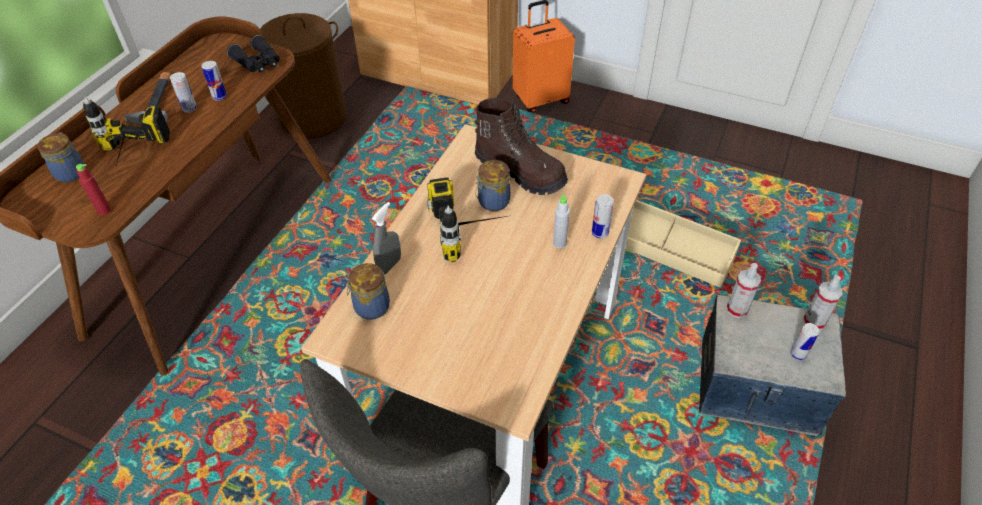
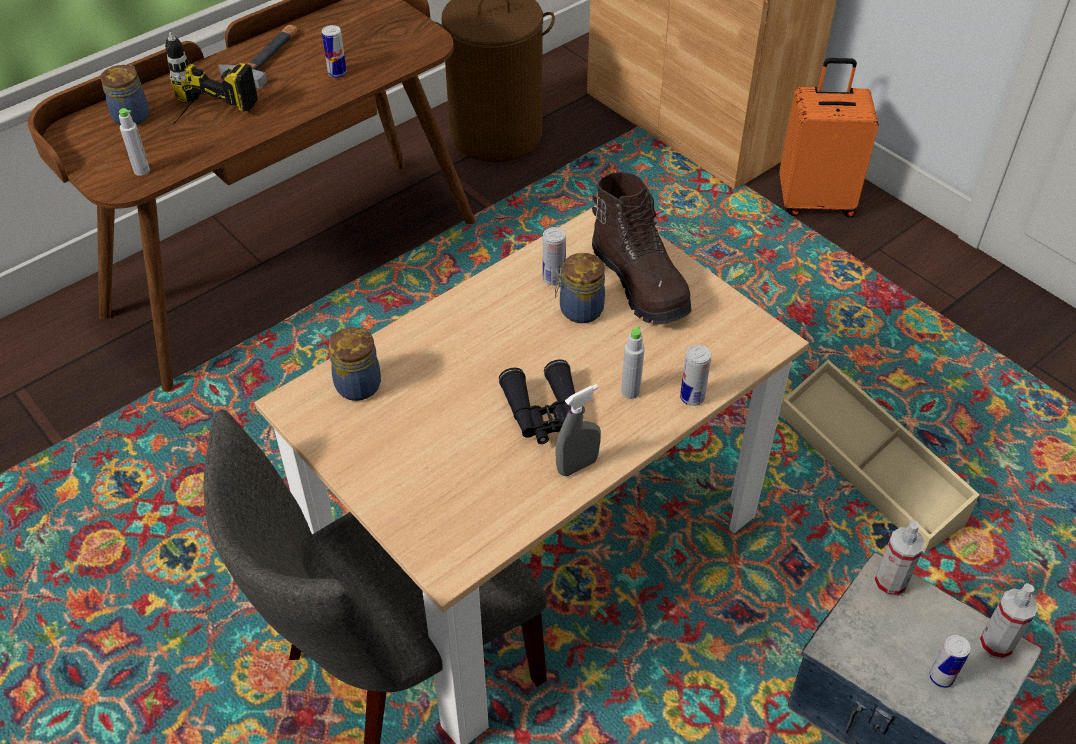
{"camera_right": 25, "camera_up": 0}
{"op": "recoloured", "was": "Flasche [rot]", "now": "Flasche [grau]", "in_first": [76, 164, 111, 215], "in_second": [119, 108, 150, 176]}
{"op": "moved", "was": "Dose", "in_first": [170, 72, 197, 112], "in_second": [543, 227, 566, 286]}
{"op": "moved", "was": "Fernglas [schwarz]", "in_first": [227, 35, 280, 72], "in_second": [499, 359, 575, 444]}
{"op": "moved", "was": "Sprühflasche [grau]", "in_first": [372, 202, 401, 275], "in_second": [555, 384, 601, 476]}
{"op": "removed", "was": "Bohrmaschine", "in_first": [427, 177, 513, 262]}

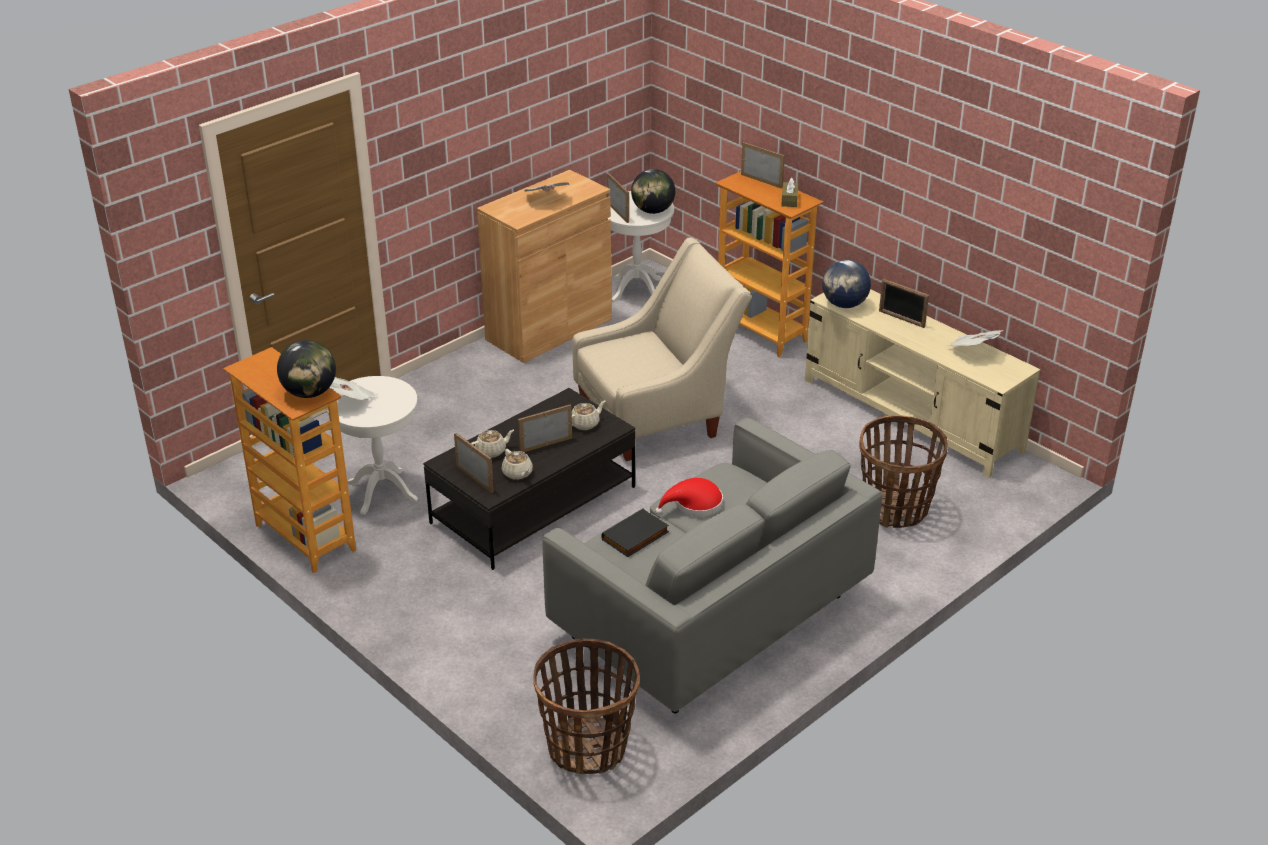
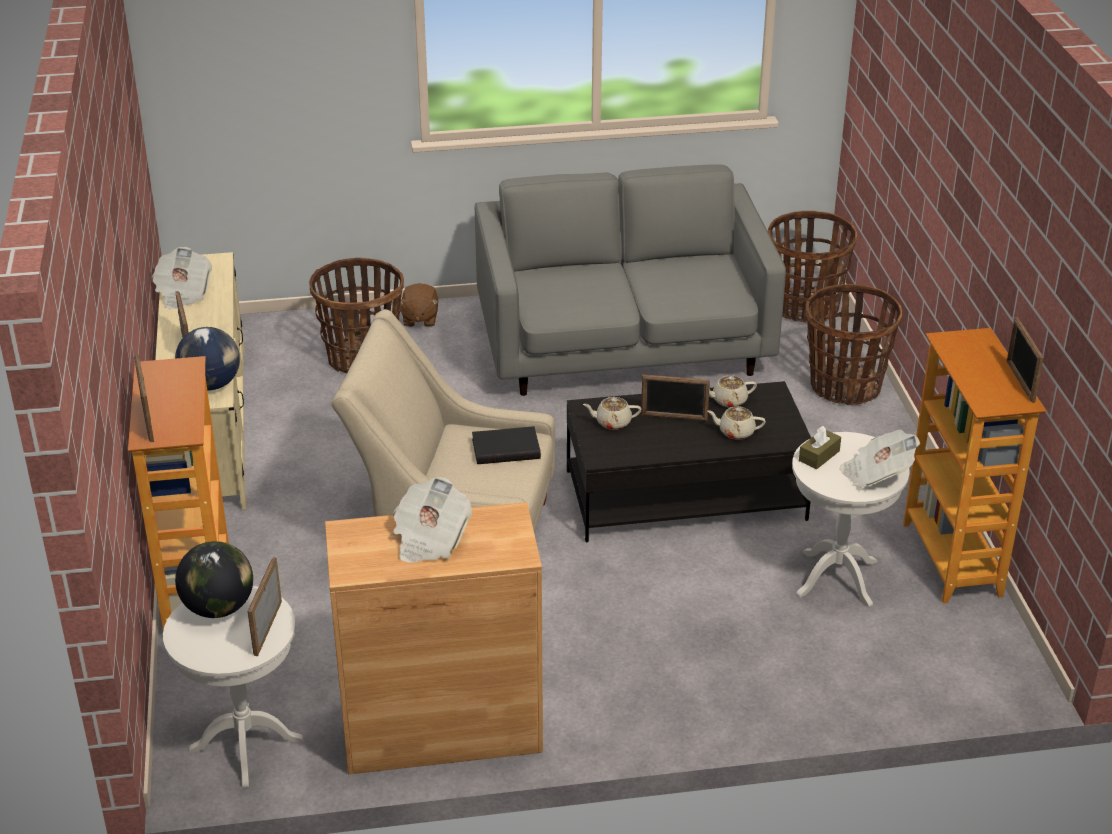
{"camera_right": -145, "camera_up": 0}
{"op": "removed", "was": "Globus", "in_first": [277, 340, 336, 398]}
{"op": "moved", "was": "Bilderrahmen", "in_first": [454, 433, 494, 493], "in_second": [1007, 317, 1044, 403]}
{"op": "turned", "was": "Teekanne [beige]", "in_first": [501, 449, 533, 480], "in_second": [709, 375, 757, 408], "clockwise": -105}
{"op": "moved", "was": "Buch [schwarz]", "in_first": [601, 509, 669, 557], "in_second": [472, 426, 541, 464]}
{"op": "removed", "was": "Hut [rot]", "in_first": [655, 478, 723, 517]}
{"op": "moved", "was": "Taschentuchbox [braun]", "in_first": [781, 177, 798, 207], "in_second": [799, 426, 841, 469]}
{"op": "added", "now": "Plüschtier [braun]", "in_second": [401, 283, 438, 327]}
{"op": "added", "now": "Korb", "in_second": [806, 284, 902, 405]}

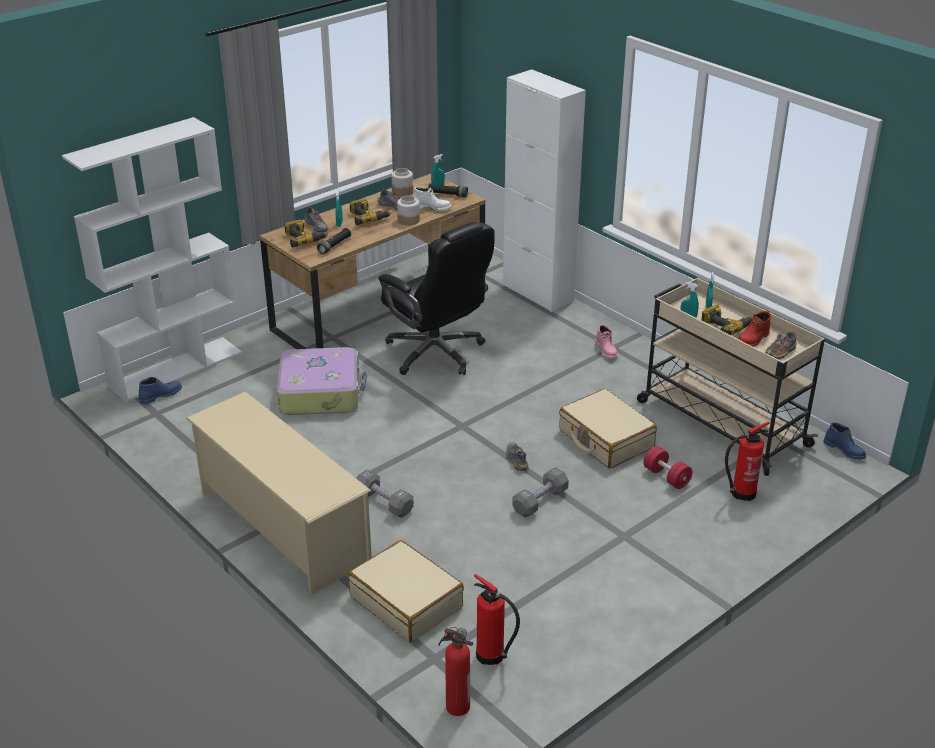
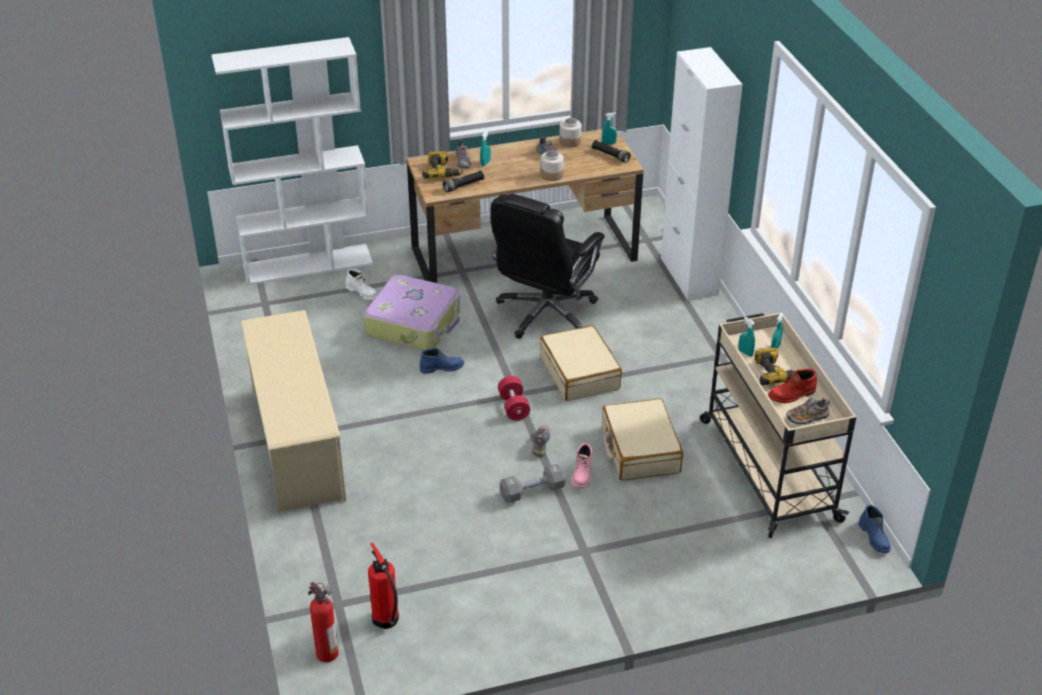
{"camera_right": 25, "camera_up": 5}
{"op": "moved", "was": "Stiefel [blau]", "in_first": [139, 377, 182, 404], "in_second": [420, 348, 464, 374]}
{"op": "moved", "was": "Koffer [beige]", "in_first": [348, 540, 464, 642], "in_second": [540, 325, 622, 401]}
{"op": "removed", "was": "Bohrmaschine", "in_first": [349, 199, 391, 225]}
{"op": "removed", "was": "Hantel [grau]", "in_first": [357, 470, 414, 518]}
{"op": "turned", "was": "Bürostuhl [schwarz]", "in_first": [378, 222, 495, 375], "in_second": [490, 194, 605, 339], "clockwise": 45}
{"op": "moved", "was": "Stiefel [weiß]", "in_first": [412, 186, 452, 211], "in_second": [346, 269, 378, 300]}
{"op": "moved", "was": "Stiefel [rosa]", "in_first": [595, 324, 618, 359], "in_second": [571, 443, 592, 489]}
{"op": "moved", "was": "Hantel [rot]", "in_first": [643, 446, 693, 489], "in_second": [498, 376, 530, 421]}
{"op": "removed", "was": "Feuerlöscher", "in_first": [725, 421, 770, 501]}

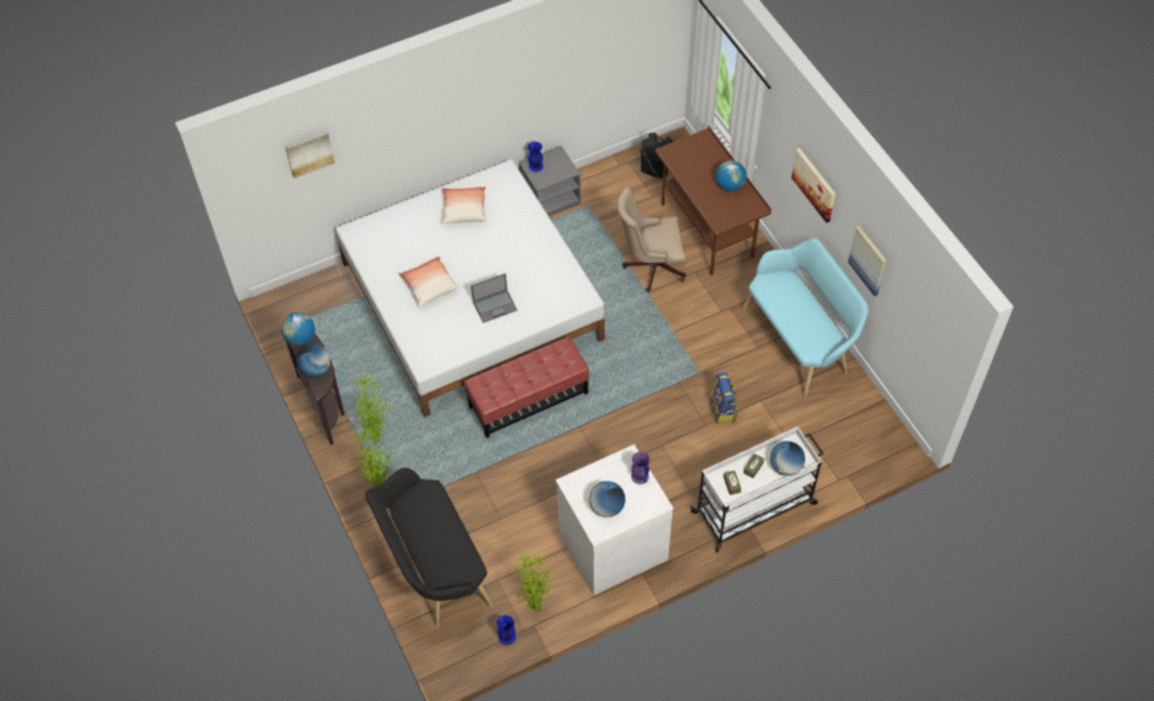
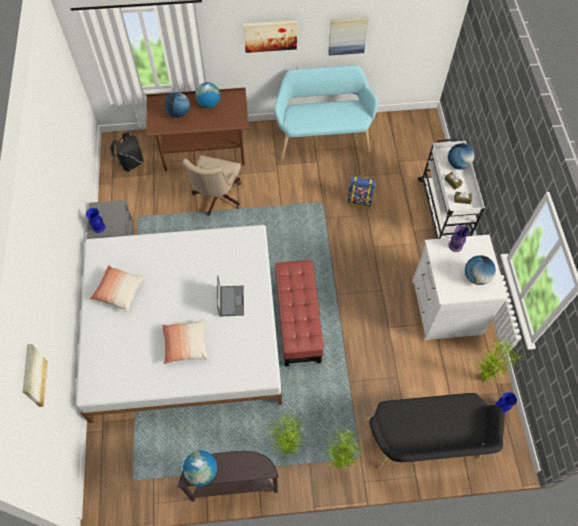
{"camera_right": -70, "camera_up": 5}
{"op": "moved", "was": "Globus", "in_first": [296, 344, 330, 378], "in_second": [164, 92, 190, 118]}

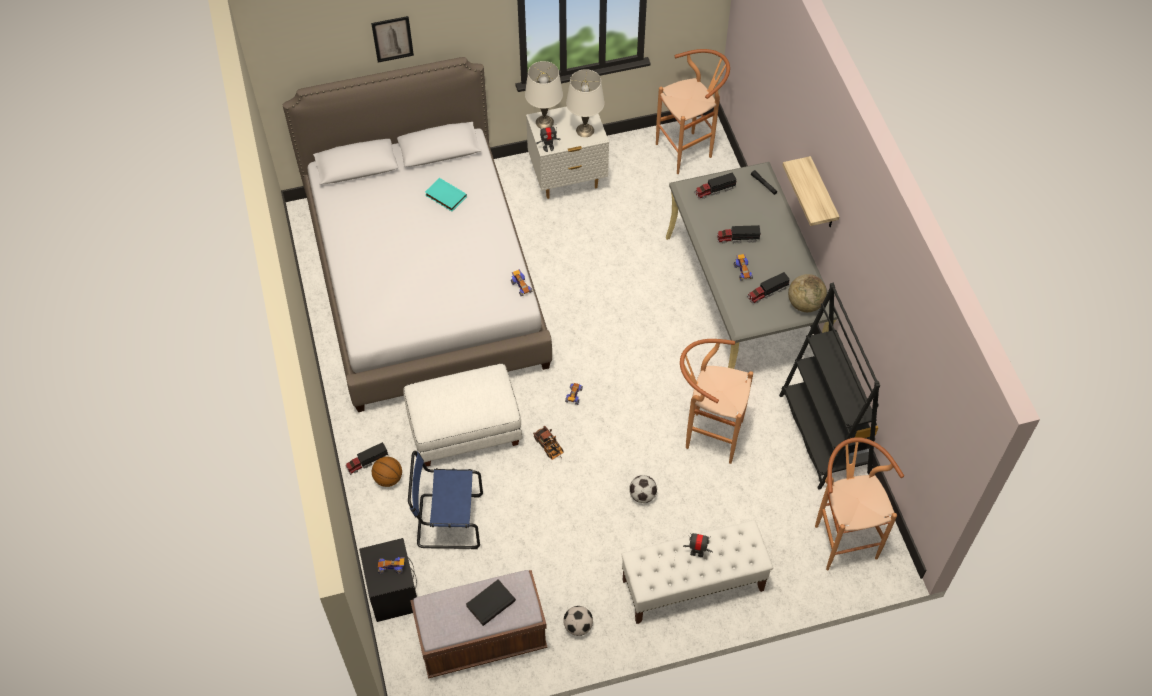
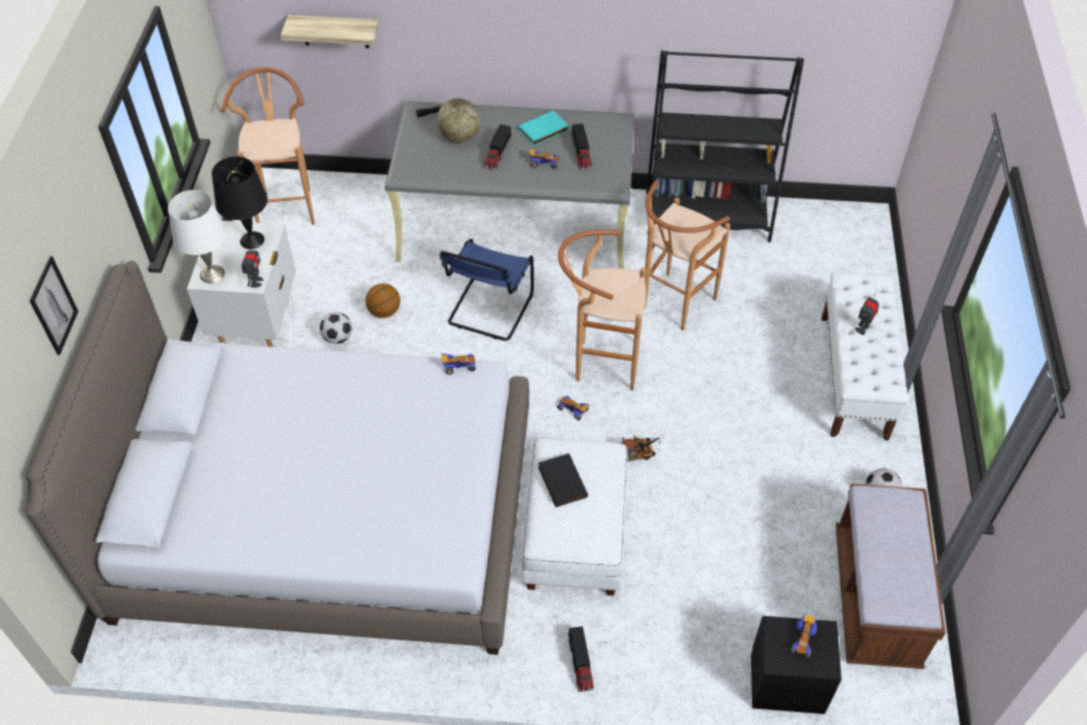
{"camera_right": -70, "camera_up": -5}
{"op": "moved", "was": "Basketball", "in_first": [372, 457, 402, 487], "in_second": [365, 284, 400, 318]}
{"op": "moved", "was": "Stuhl [blau]", "in_first": [408, 451, 483, 549], "in_second": [439, 239, 534, 341]}
{"op": "moved", "was": "Buch [türkis]", "in_first": [425, 178, 467, 211], "in_second": [518, 110, 569, 146]}
{"op": "moved", "was": "Buch [schwarz]", "in_first": [466, 579, 516, 626], "in_second": [538, 453, 588, 507]}
{"op": "recoloured", "was": "Tischlampe [weiß]", "now": "Tischlampe [schwarz]", "in_first": [566, 69, 605, 137], "in_second": [212, 156, 268, 249]}
{"op": "moved", "was": "Fußball", "in_first": [629, 475, 657, 503], "in_second": [320, 312, 352, 344]}
{"op": "removed", "was": "Spielzeuglaster", "in_first": [695, 172, 737, 199]}
{"op": "moved", "was": "Wandregal", "in_first": [782, 156, 840, 227], "in_second": [280, 15, 379, 48]}
{"op": "moved", "was": "Globus", "in_first": [788, 274, 827, 312], "in_second": [437, 98, 480, 143]}
{"op": "moved", "was": "Hocker [braun]", "in_first": [815, 437, 904, 571], "in_second": [558, 230, 646, 391]}

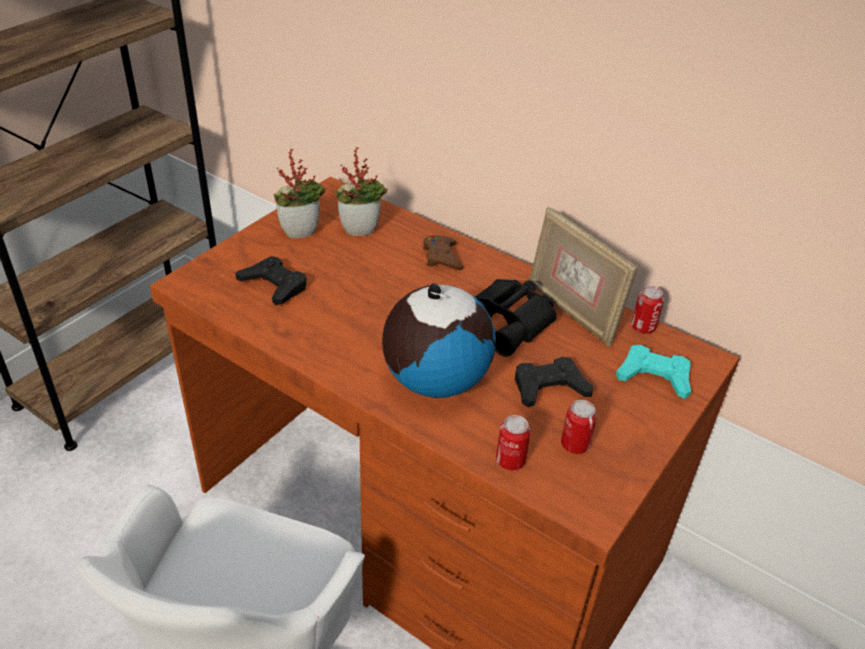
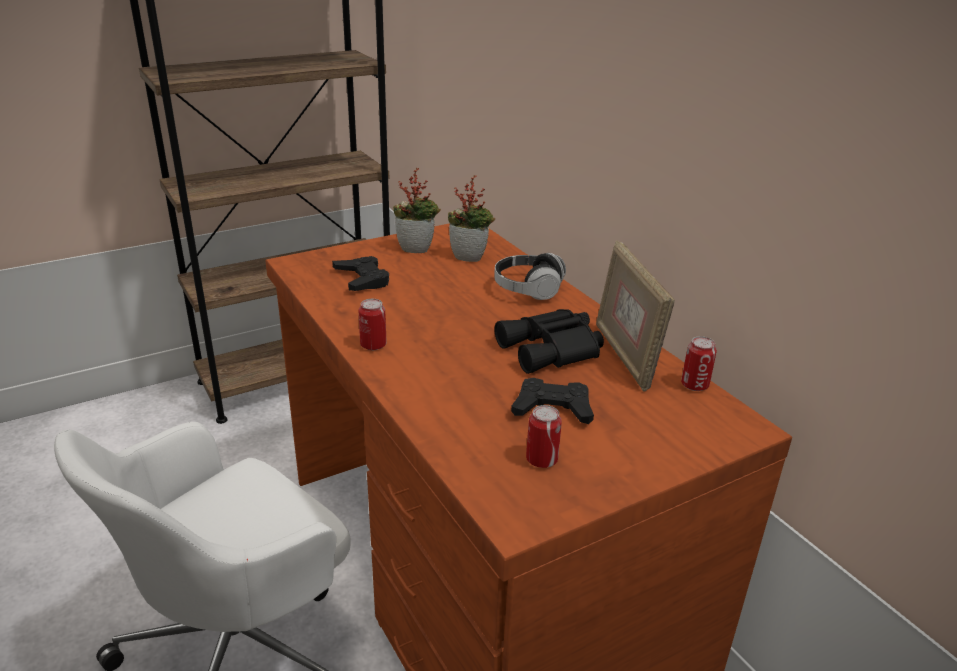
{"camera_right": 25, "camera_up": -10}
{"op": "removed", "was": "Globus", "in_first": [382, 283, 496, 398]}
{"op": "replaced", "was": "Gamepad [braun]", "now": "Kopfhörer", "in_first": [423, 235, 463, 269], "in_second": [494, 253, 566, 300]}
{"op": "moved", "was": "Dose", "in_first": [496, 415, 530, 470], "in_second": [359, 299, 387, 350]}
{"op": "removed", "was": "Gamepad [türkis]", "in_first": [616, 345, 691, 399]}

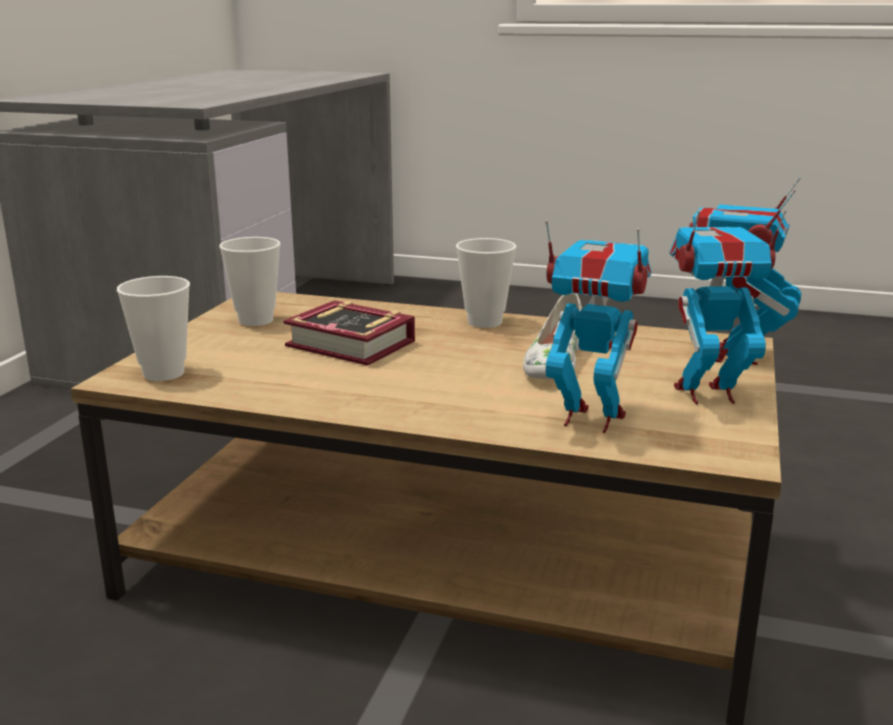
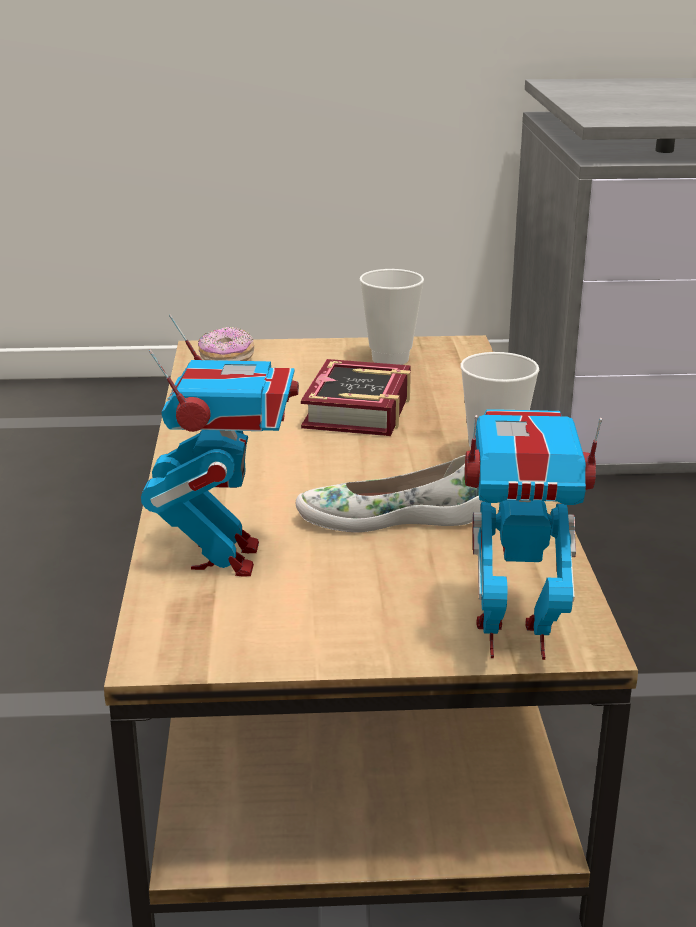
{"camera_right": 70, "camera_up": 5}
{"op": "replaced", "was": "Tasse", "now": "Donut", "in_first": [117, 276, 190, 381], "in_second": [198, 327, 254, 361]}
{"op": "removed", "was": "Spielzeugroboter", "in_first": [669, 209, 787, 405]}

